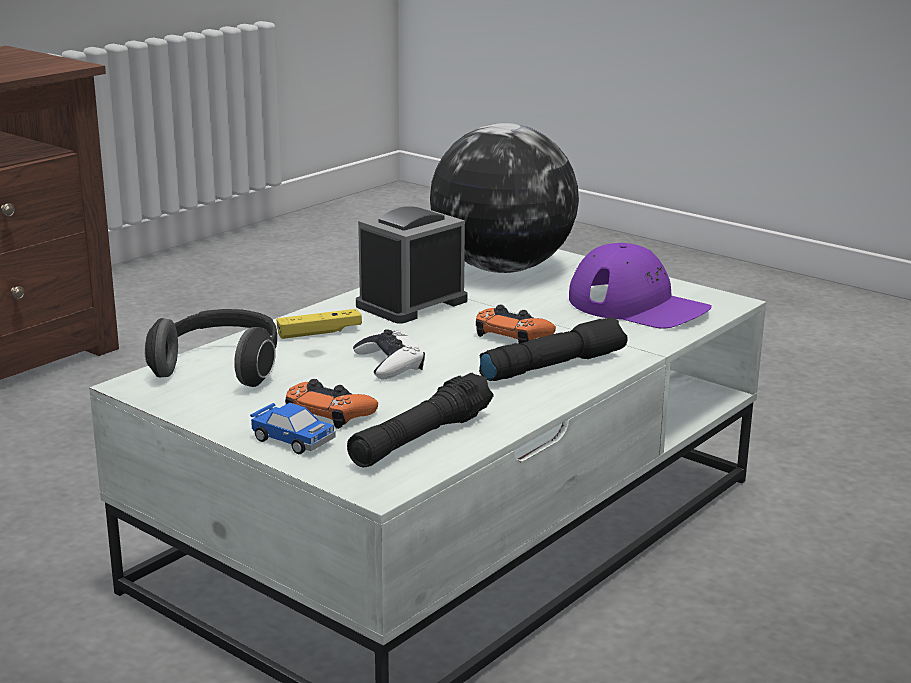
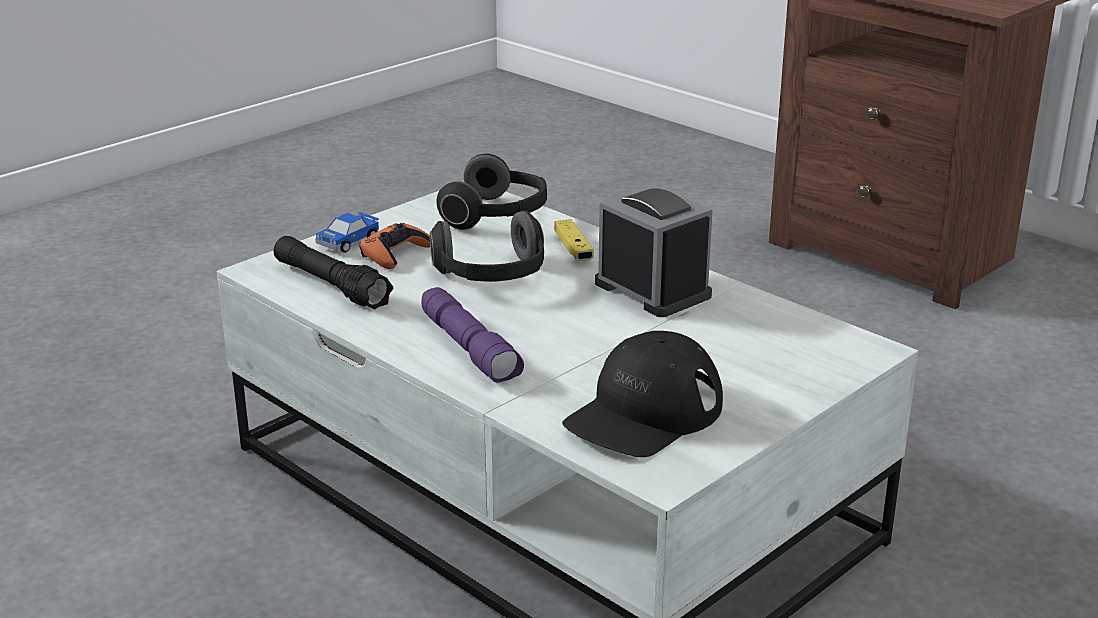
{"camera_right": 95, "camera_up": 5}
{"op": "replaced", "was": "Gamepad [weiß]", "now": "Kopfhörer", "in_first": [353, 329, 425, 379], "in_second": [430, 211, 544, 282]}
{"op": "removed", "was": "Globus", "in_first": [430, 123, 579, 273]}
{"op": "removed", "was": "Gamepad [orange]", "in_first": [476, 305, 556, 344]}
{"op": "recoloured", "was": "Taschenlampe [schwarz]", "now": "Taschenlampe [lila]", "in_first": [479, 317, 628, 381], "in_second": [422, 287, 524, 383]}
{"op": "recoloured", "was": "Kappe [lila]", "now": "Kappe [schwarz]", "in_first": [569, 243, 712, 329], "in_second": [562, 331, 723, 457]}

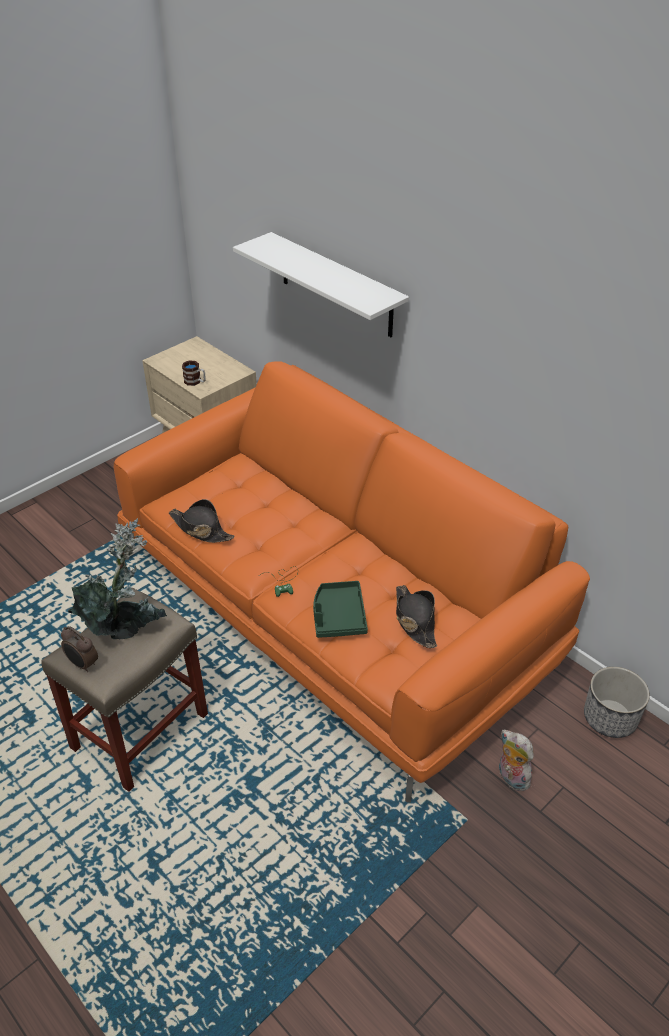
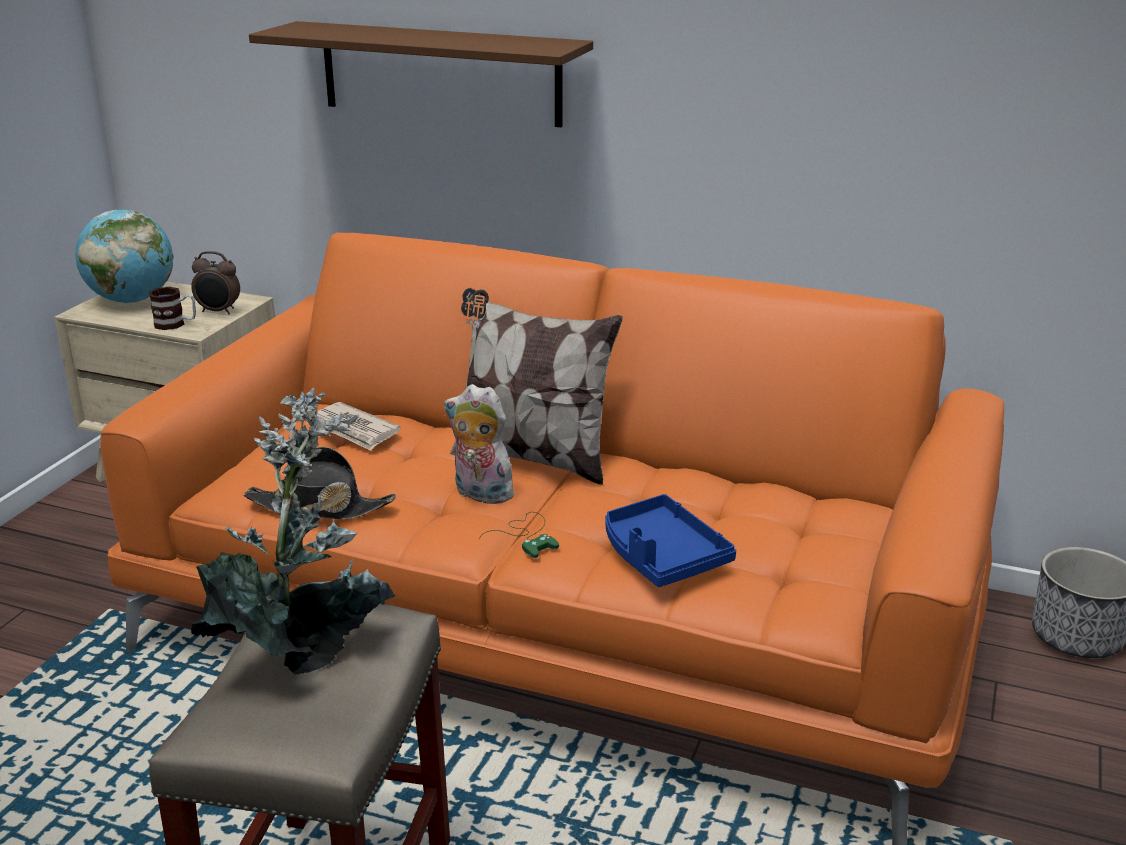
{"camera_right": -25, "camera_up": -15}
{"op": "moved", "was": "Wecker", "in_first": [61, 626, 98, 672], "in_second": [191, 251, 240, 314]}
{"op": "recoloured", "was": "Wandregal [weiß]", "now": "Wandregal [braun]", "in_first": [233, 232, 409, 337], "in_second": [249, 21, 593, 127]}
{"op": "recoloured", "was": "Tablett [grün]", "now": "Tablett [blau]", "in_first": [313, 581, 368, 638], "in_second": [605, 494, 736, 587]}
{"op": "removed", "was": "Hut [schwarz]", "in_first": [396, 585, 437, 648]}
{"op": "moved", "was": "Plüschtier", "in_first": [499, 730, 534, 791], "in_second": [444, 384, 521, 504]}
{"op": "added", "now": "Globus", "in_second": [75, 209, 173, 303]}
{"op": "added", "now": "Zeitung", "in_second": [307, 402, 400, 451]}
{"op": "added", "now": "Kissen", "in_second": [450, 288, 623, 485]}

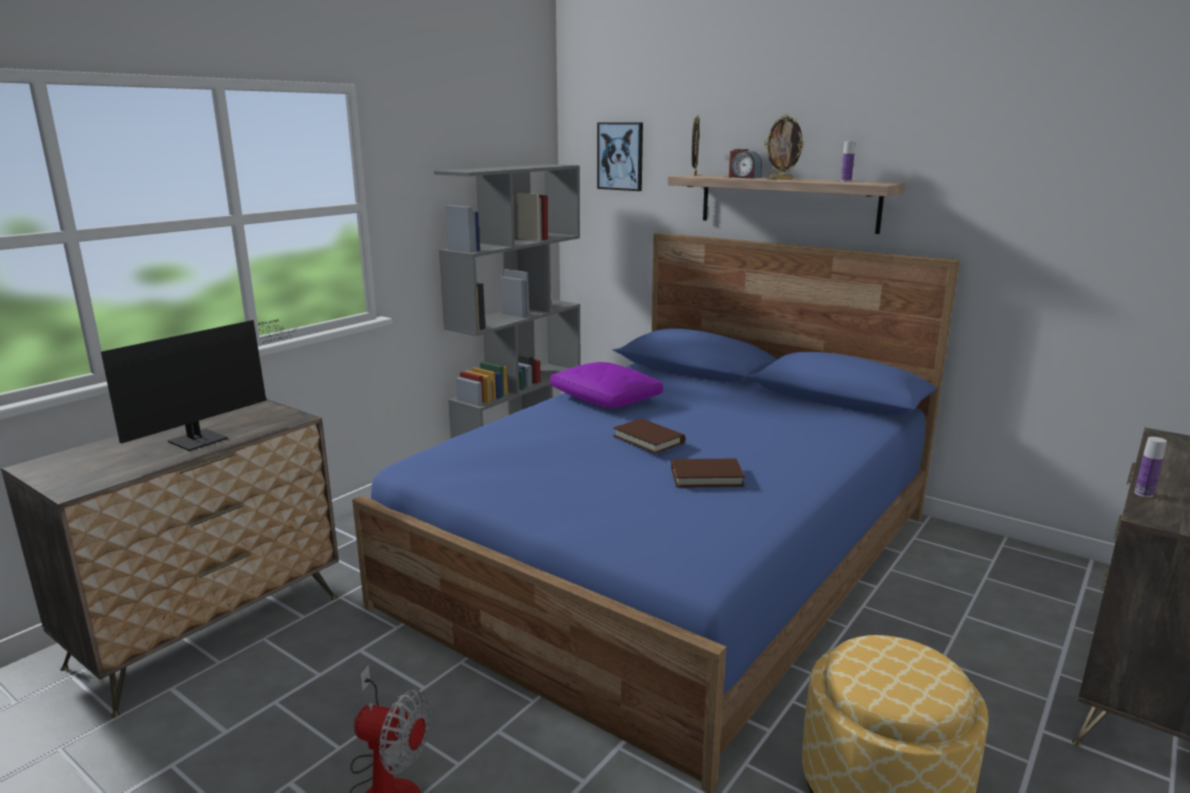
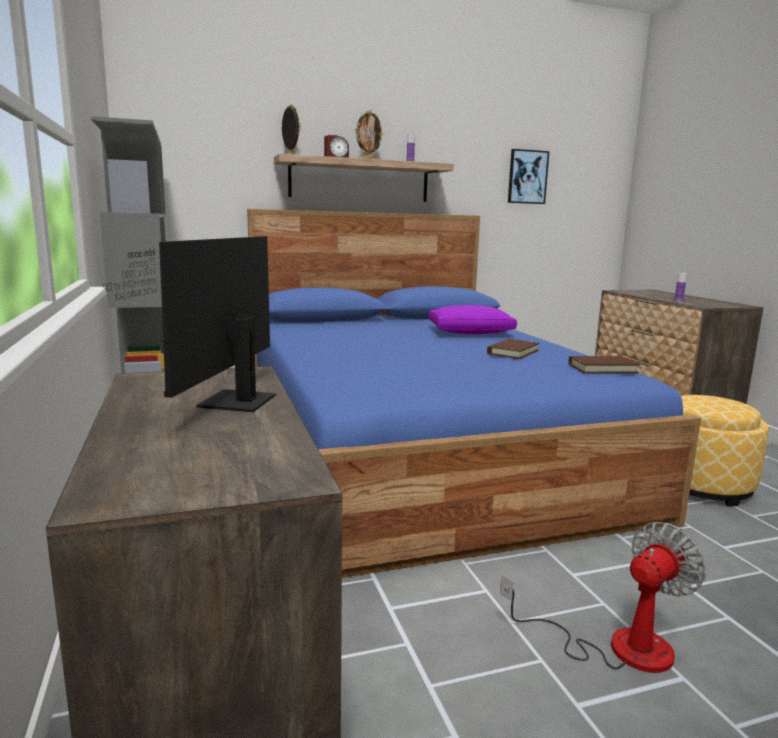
{"camera_right": -55, "camera_up": -5}
{"op": "turned", "was": "Monitor", "in_first": [101, 319, 296, 451], "in_second": [103, 236, 276, 412], "clockwise": -150}
{"op": "moved", "was": "Kissen [lila]", "in_first": [550, 362, 663, 408], "in_second": [428, 305, 517, 334]}
{"op": "moved", "was": "Bild", "in_first": [597, 122, 643, 191], "in_second": [508, 149, 549, 204]}
{"op": "moved", "was": "Buch [braun]", "in_first": [613, 419, 685, 454], "in_second": [569, 356, 640, 373]}

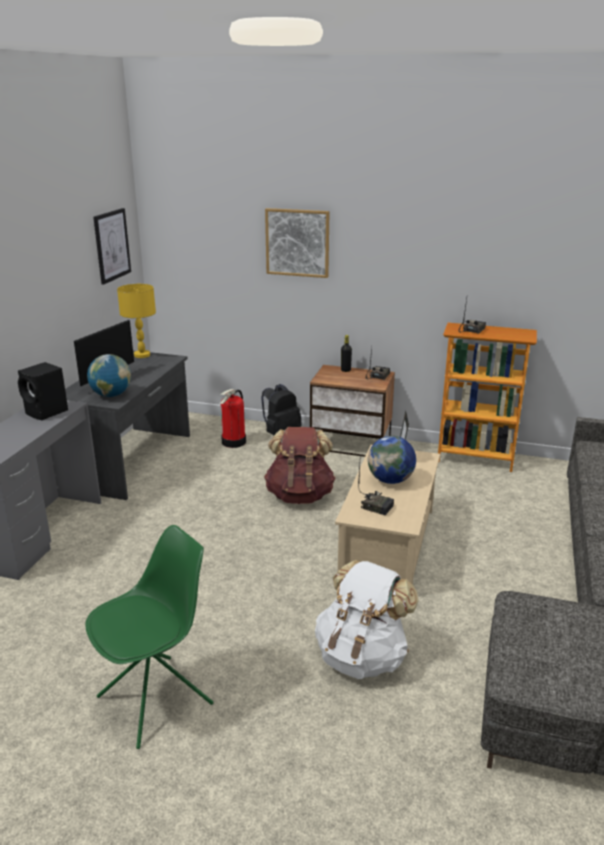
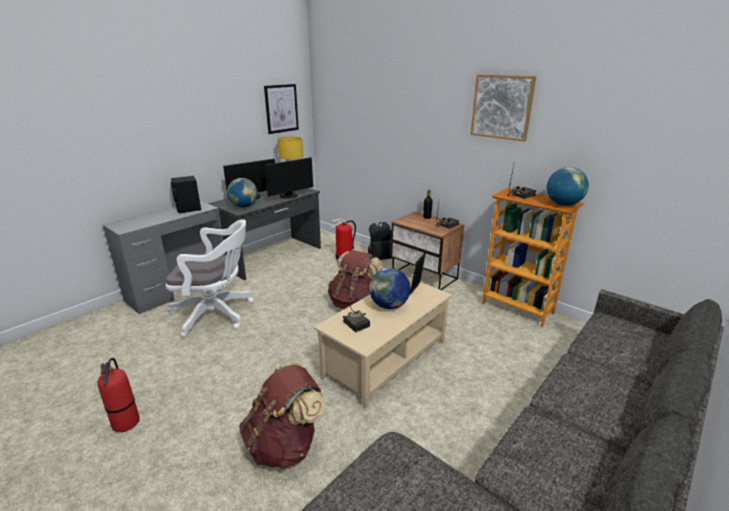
{"camera_right": 25, "camera_up": 0}
{"op": "replaced", "was": "Stuhl [grün]", "now": "Feuerlöscher", "in_first": [85, 525, 214, 749], "in_second": [98, 358, 140, 432]}
{"op": "moved", "was": "Bild", "in_first": [265, 208, 330, 278], "in_second": [470, 74, 536, 142]}
{"op": "recoloured", "was": "Rucksack [weiß]", "now": "Rucksack [braun]", "in_first": [315, 560, 418, 679], "in_second": [239, 362, 326, 469]}
{"op": "added", "now": "Bürostuhl [weiß]", "in_second": [166, 219, 253, 337]}
{"op": "added", "now": "Monitor", "in_second": [265, 157, 313, 198]}
{"op": "added", "now": "Globus", "in_second": [546, 167, 589, 206]}

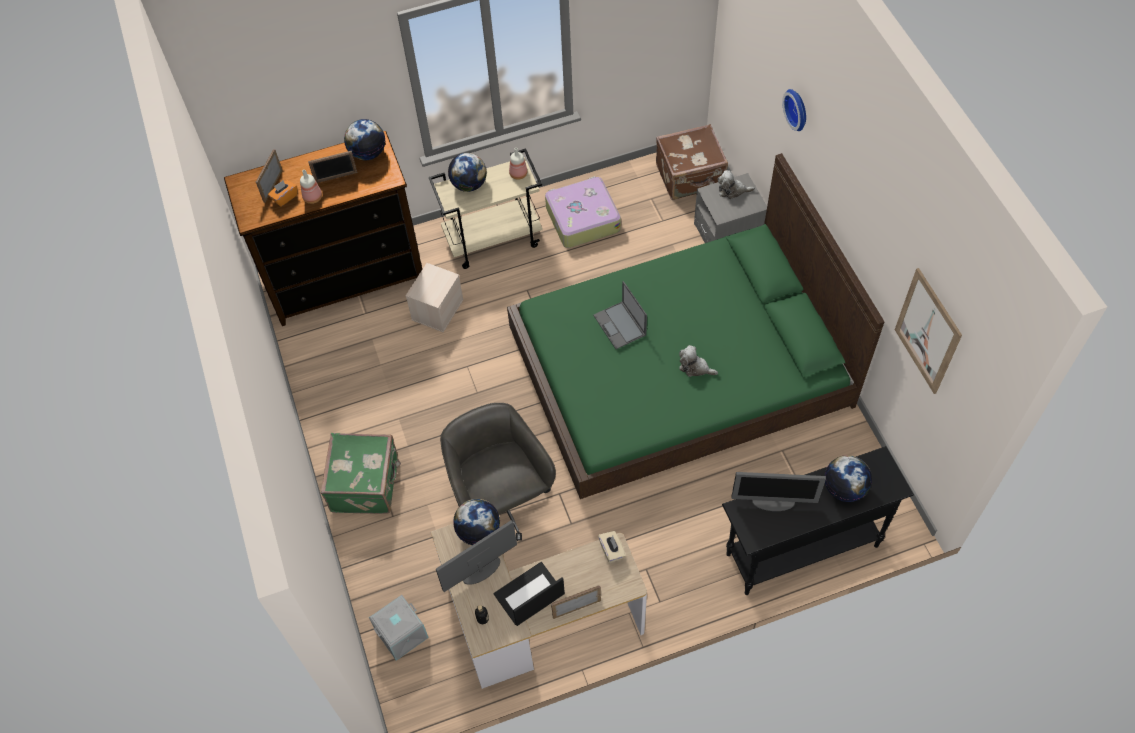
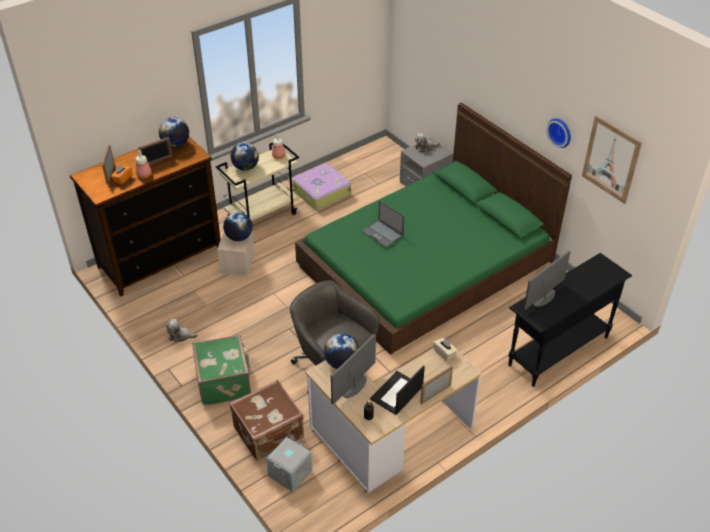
{"camera_right": -20, "camera_up": -15}
{"op": "moved", "was": "Koffer [braun]", "in_first": [656, 124, 728, 200], "in_second": [229, 380, 304, 460]}
{"op": "moved", "was": "Plüschtier", "in_first": [679, 345, 718, 377], "in_second": [166, 319, 198, 343]}
{"op": "turned", "was": "Monitor", "in_first": [732, 472, 826, 511], "in_second": [523, 251, 570, 310], "clockwise": 150}
{"op": "moved", "was": "Wanduhr", "in_first": [782, 89, 806, 131], "in_second": [546, 118, 571, 148]}
{"op": "moved", "was": "Globus", "in_first": [825, 455, 872, 502], "in_second": [223, 212, 253, 241]}

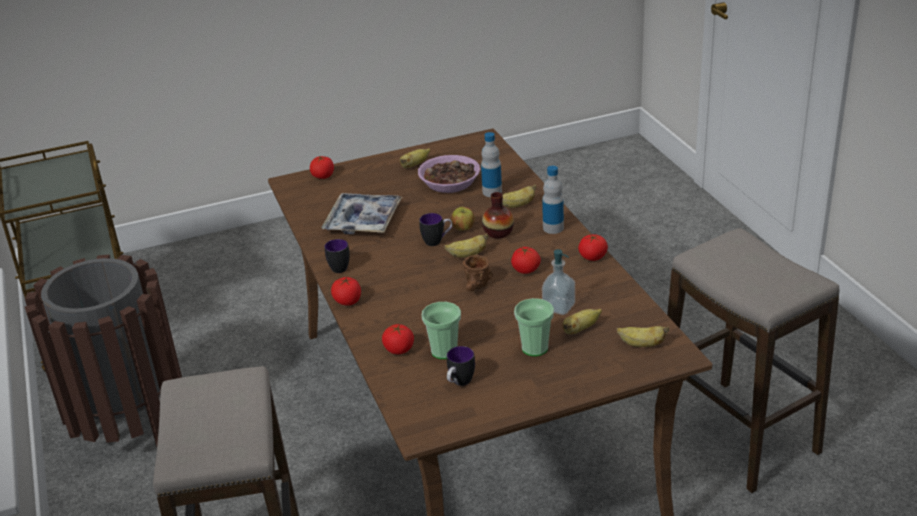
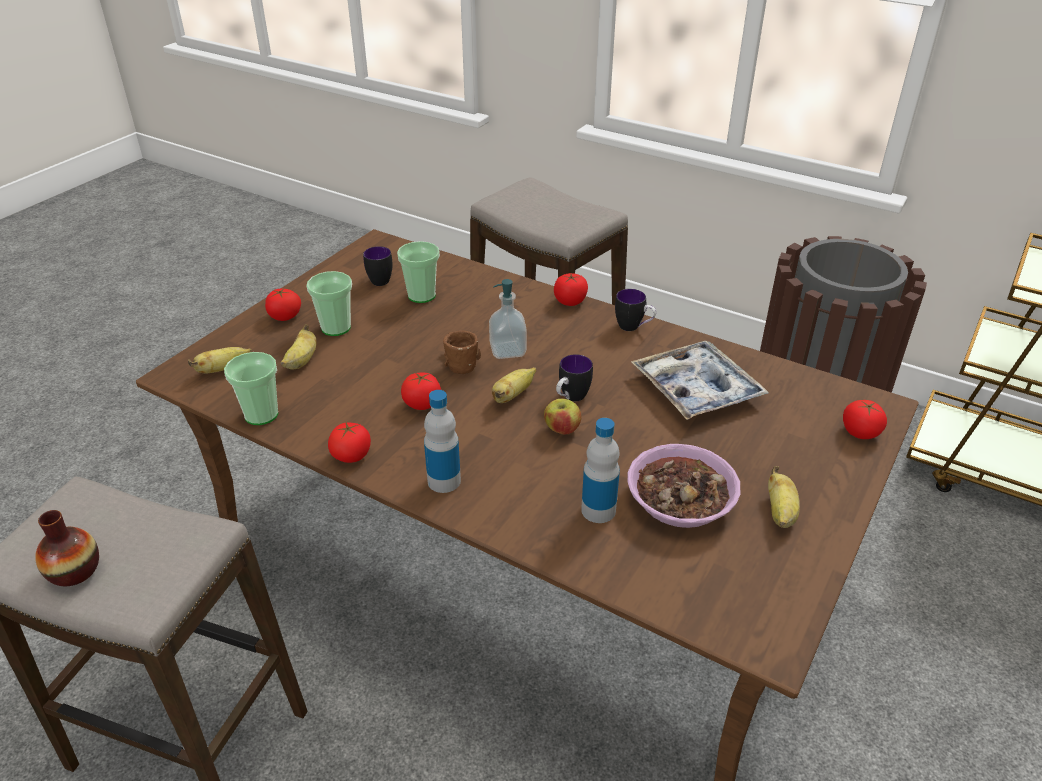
{"camera_right": 140, "camera_up": 5}
{"op": "moved", "was": "Tomate", "in_first": [382, 324, 414, 354], "in_second": [265, 288, 301, 321]}
{"op": "moved", "was": "Vase", "in_first": [482, 192, 514, 239], "in_second": [35, 510, 99, 586]}
{"op": "removed", "was": "Banane", "in_first": [503, 185, 536, 208]}
{"op": "moved", "was": "Seifenspender", "in_first": [542, 249, 575, 315], "in_second": [489, 279, 527, 359]}
{"op": "added", "now": "Tasse", "in_second": [224, 352, 278, 425]}

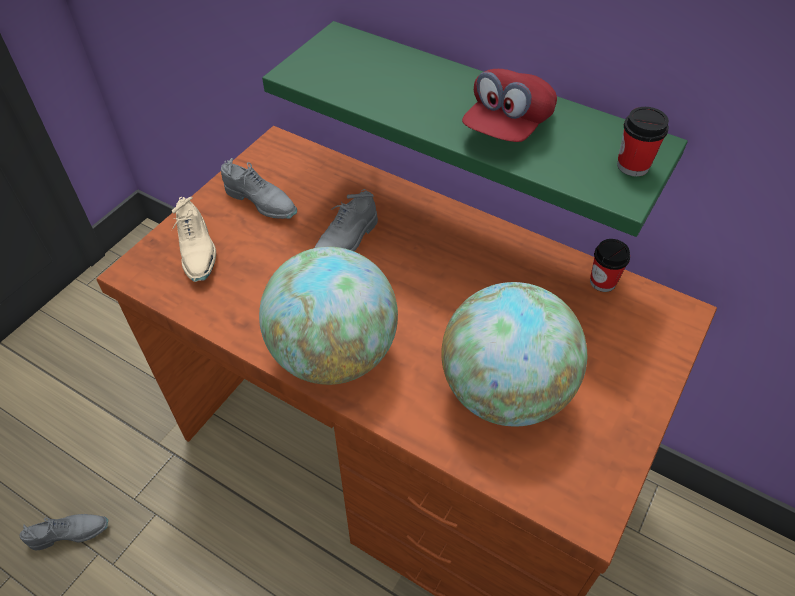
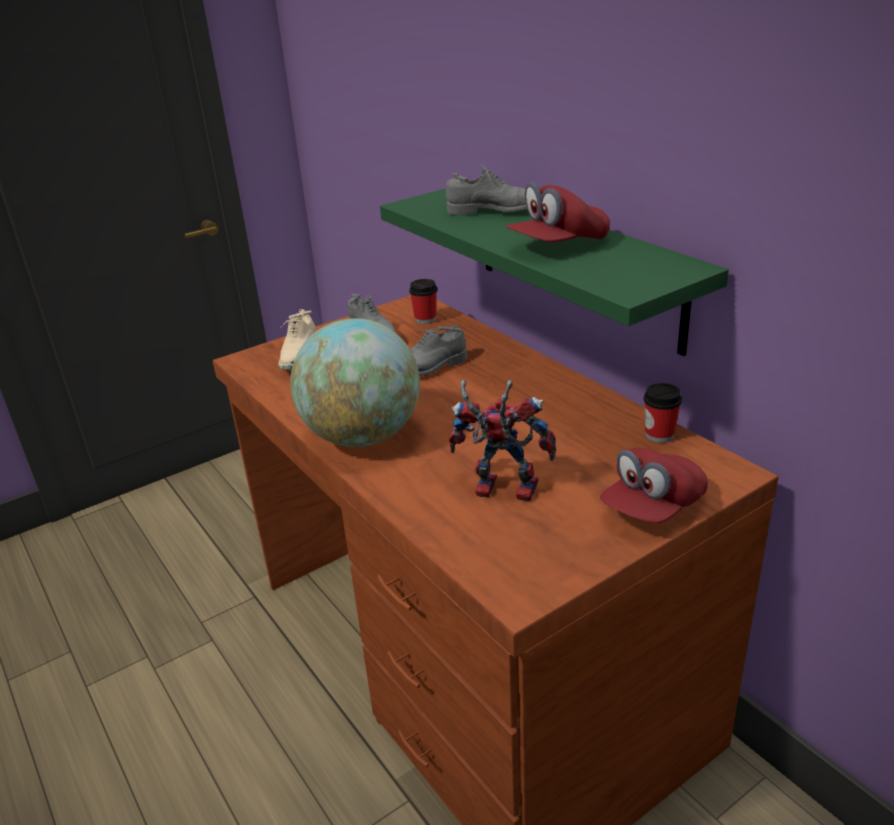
{"camera_right": 25, "camera_up": -20}
{"op": "moved", "was": "Schuh [grau]", "in_first": [19, 514, 108, 550], "in_second": [446, 165, 527, 216]}
{"op": "replaced", "was": "Globus", "now": "Spielzeugroboter", "in_first": [441, 282, 587, 427], "in_second": [449, 380, 556, 501]}
{"op": "moved", "was": "Tasse", "in_first": [617, 107, 669, 176], "in_second": [409, 279, 437, 324]}
{"op": "added", "now": "Kappe [rot]", "in_second": [600, 448, 708, 523]}

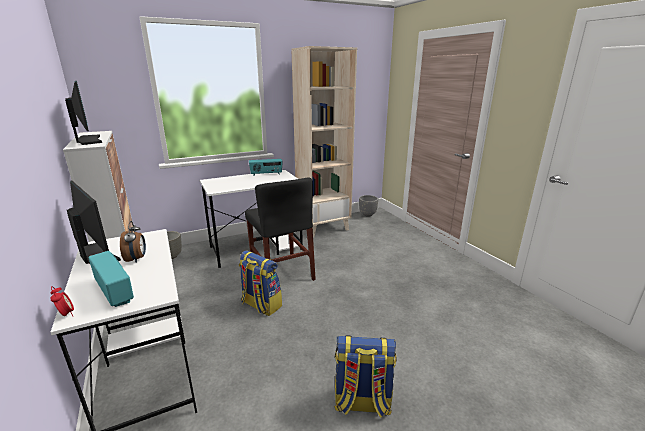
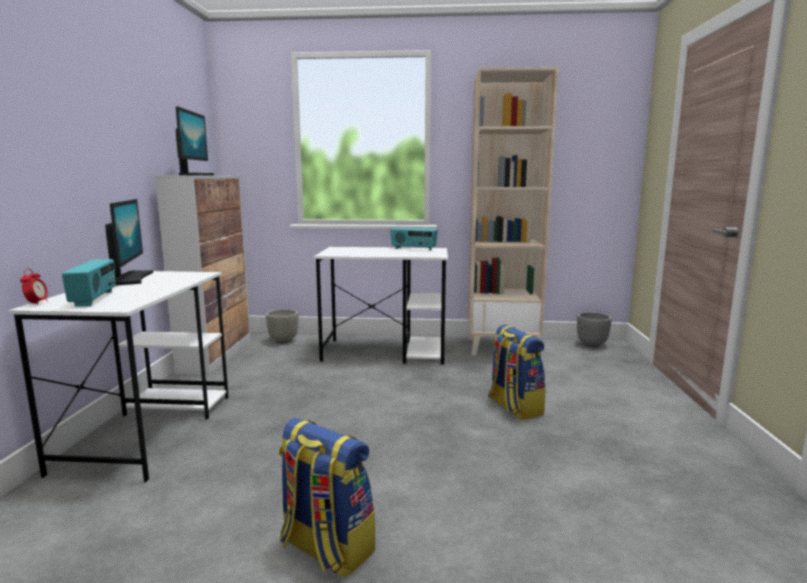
{"camera_right": 30, "camera_up": -10}
{"op": "removed", "was": "Wecker", "in_first": [120, 221, 146, 263]}
{"op": "moved", "was": "Rucksack", "in_first": [239, 250, 282, 316], "in_second": [488, 324, 546, 420]}
{"op": "removed", "was": "Stuhl [schwarz]", "in_first": [245, 177, 316, 281]}

